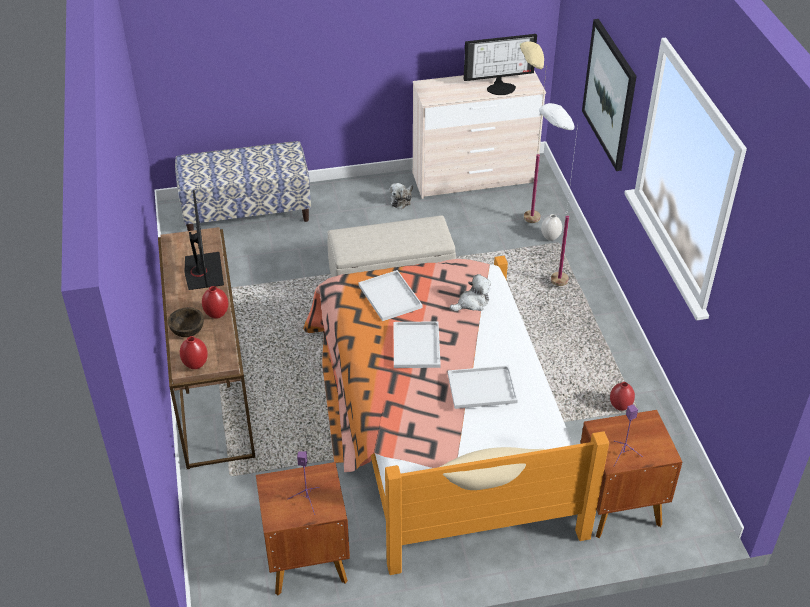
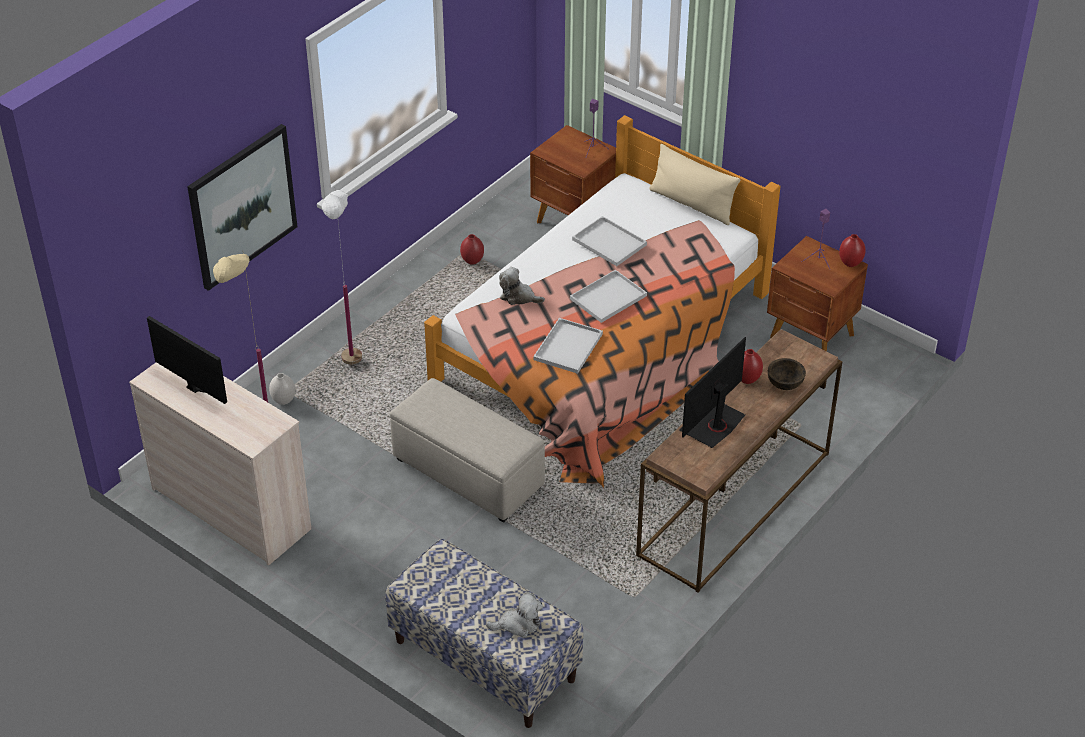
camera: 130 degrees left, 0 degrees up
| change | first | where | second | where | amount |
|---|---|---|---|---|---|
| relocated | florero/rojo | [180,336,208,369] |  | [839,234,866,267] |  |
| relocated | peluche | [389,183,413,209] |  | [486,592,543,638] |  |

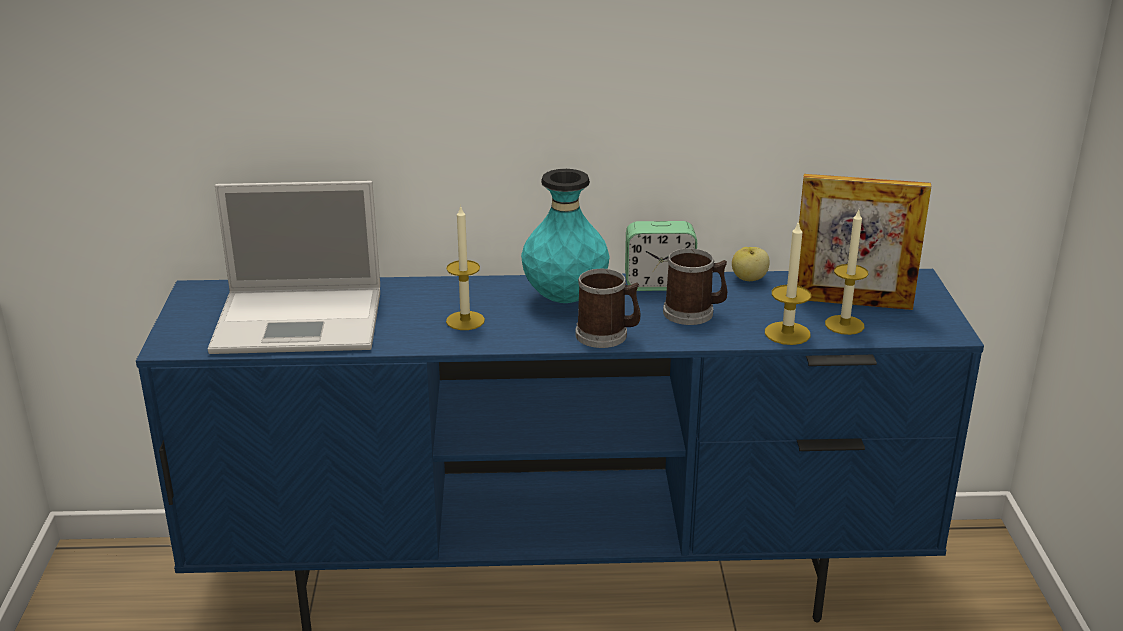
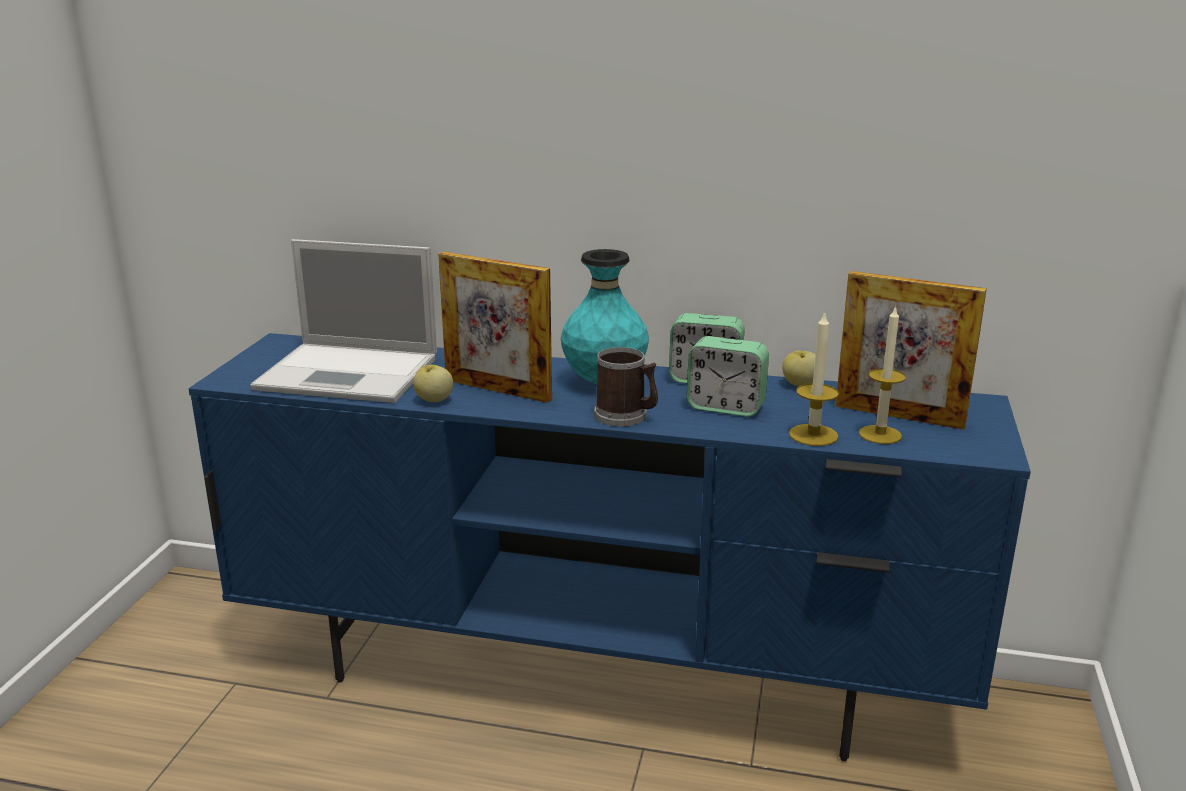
camera: 15 degrees right, 5 degrees down
| change | first | where | second | where | amount |
|---|---|---|---|---|---|
| exchanged | vela | [446,207,485,330] | portarretratos | [438,252,552,403] |  |
| exchanged | taza grande | [663,248,727,325] | despertador | [687,336,769,417] |  |
| appeared |  |  | manzana | [413,365,453,402] |  |

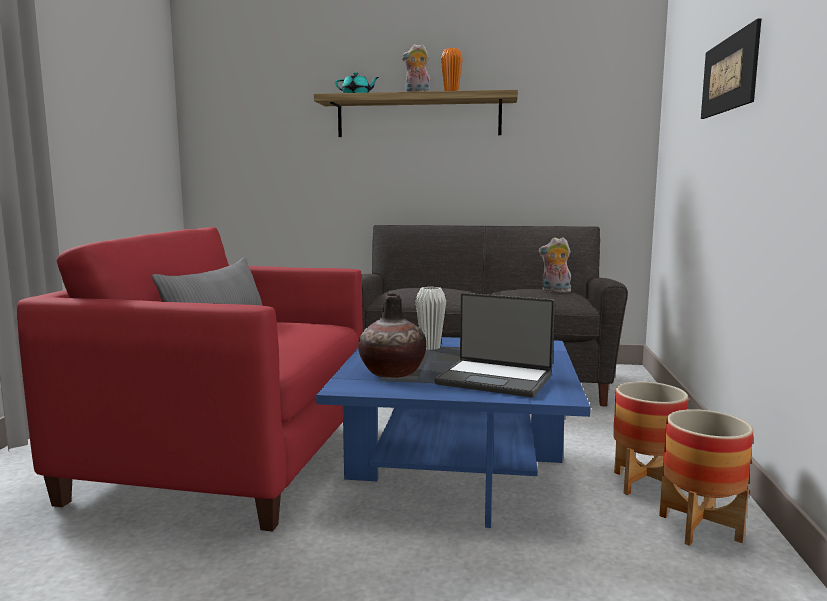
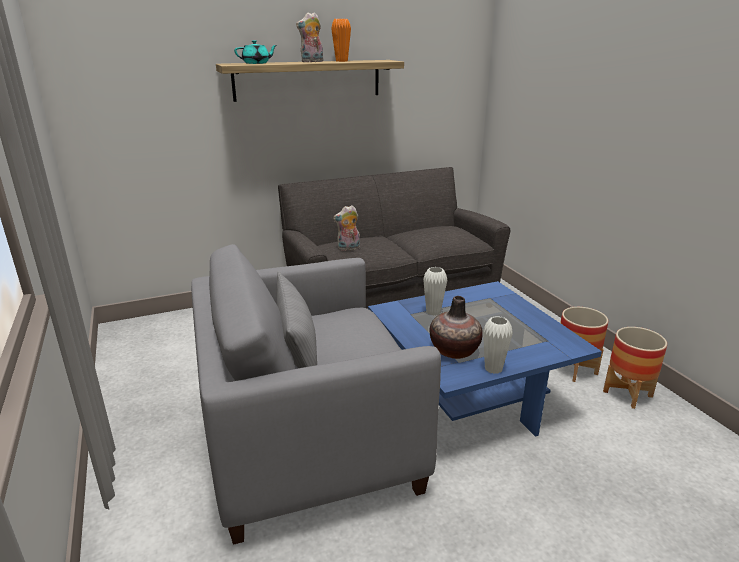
camera: 30 degrees left, 15 degrees up
| change | first | where | second | where | amount |
|---|---|---|---|---|---|
| colour | sillón/rojo | [17,227,363,532] | sillón/gris | [191,244,441,545] |  |
| missing | portátil | [434,293,555,397] |  |  |  |
| relocated | peluche | [539,237,571,293] |  | [333,205,360,251] |  |
| missing | cuadro | [701,18,762,119] |  |  |  |
| appeared |  |  | florero/blanco | [483,316,513,374] |  |

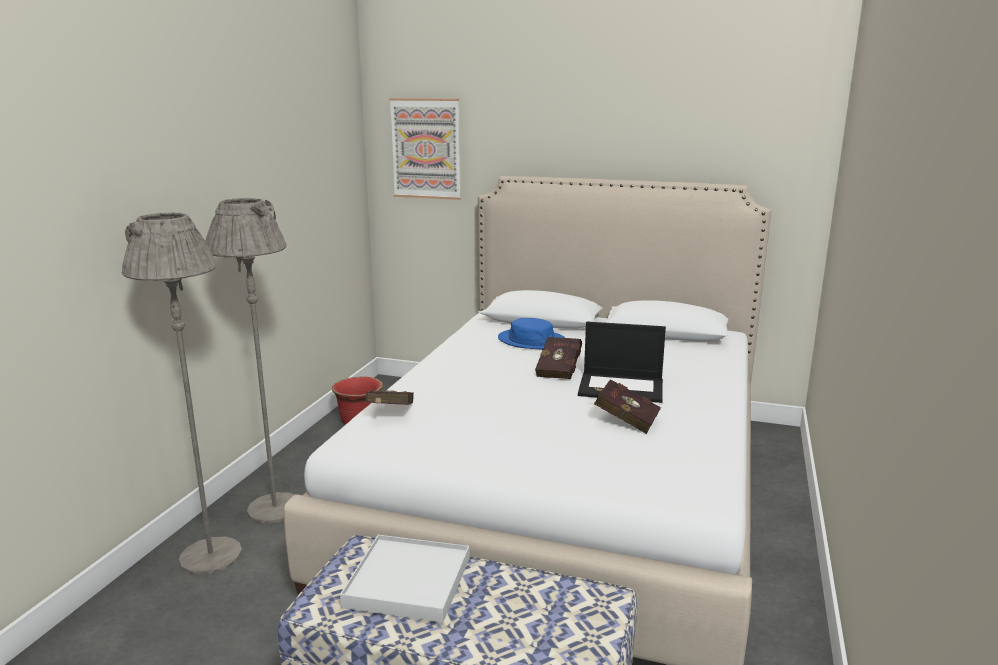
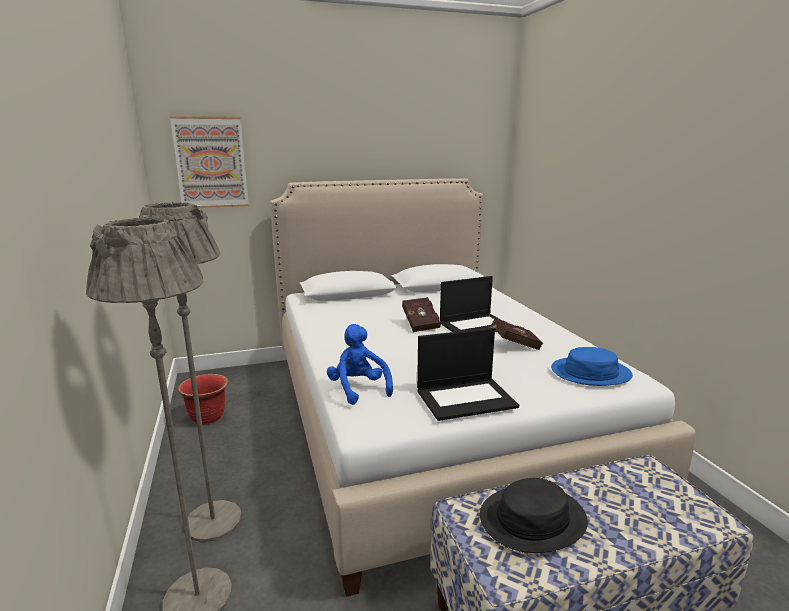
camera: 35 degrees left, 0 degrees up
| change | first | where | second | where | amount |
|---|---|---|---|---|---|
| exchanged | bandeja/blanco | [340,535,469,623] | sombrero/negro | [480,478,588,553] |  |
| exchanged | libro/rojo | [365,390,414,405] | peluche/azul | [327,324,393,405] |  |
| relocated | sombrero/azul | [498,318,565,349] |  | [551,347,633,386] |  |
| appeared |  |  | portátil | [417,328,519,421] |  |

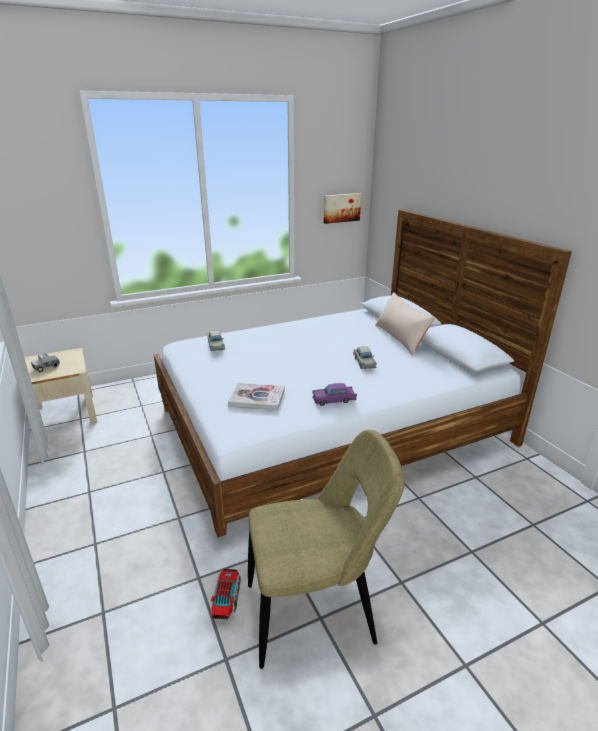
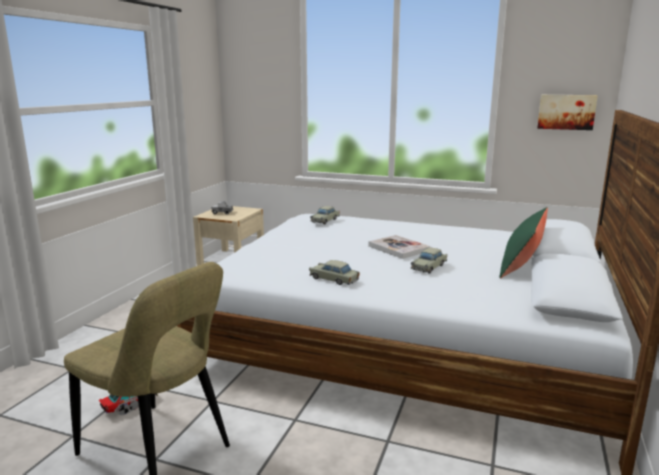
camera: 45 degrees right, 10 degrees down
| change | first | where | second | where | amount |
|---|---|---|---|---|---|
| relocated | libro | [228,383,285,410] |  | [368,235,430,259] |  |
| colour | coche de juguete/morado | [312,383,357,406] | coche de juguete/beis | [309,260,360,285] |  |
| colour | cojín/beis | [375,292,435,355] | cojín/verde | [499,207,548,279] |  |

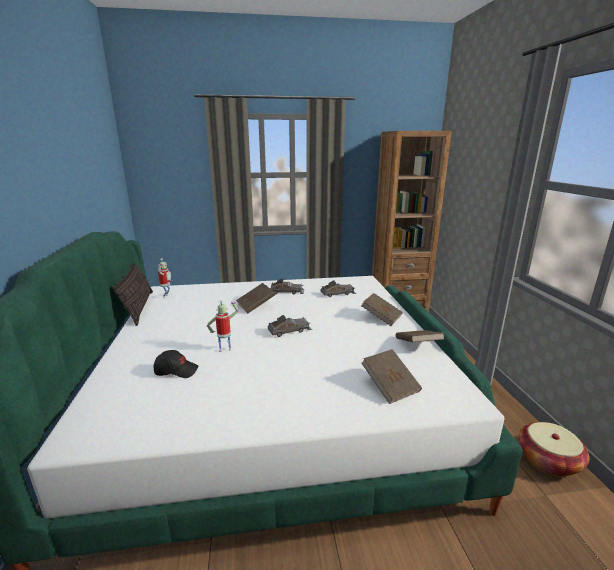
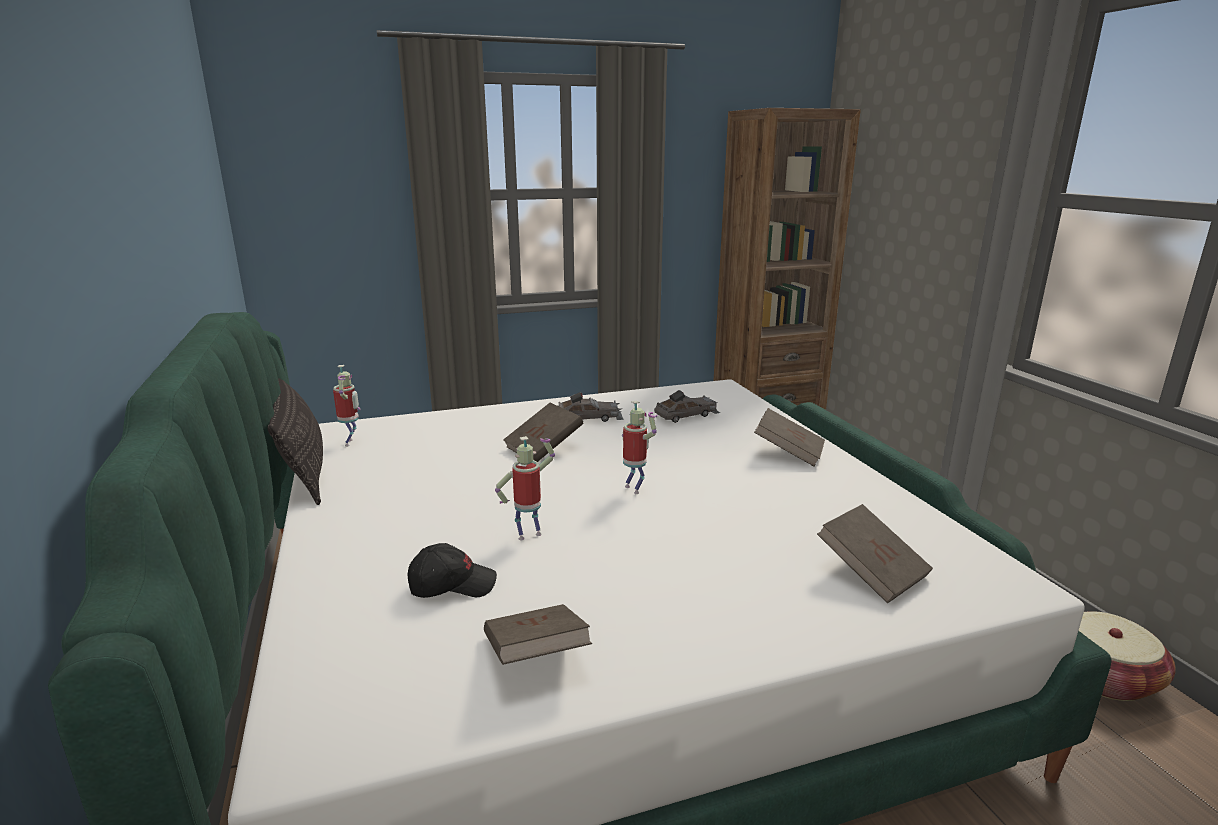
camera: 10 degrees left, 0 degrees up
| change | first | where | second | where | amount |
|---|---|---|---|---|---|
| exchanged | coche de juguete/gris | [268,315,312,337] | robot de juguete | [622,400,658,494] |  |
| relocated | libro/marrón | [396,330,445,342] |  | [484,604,592,665] |  |

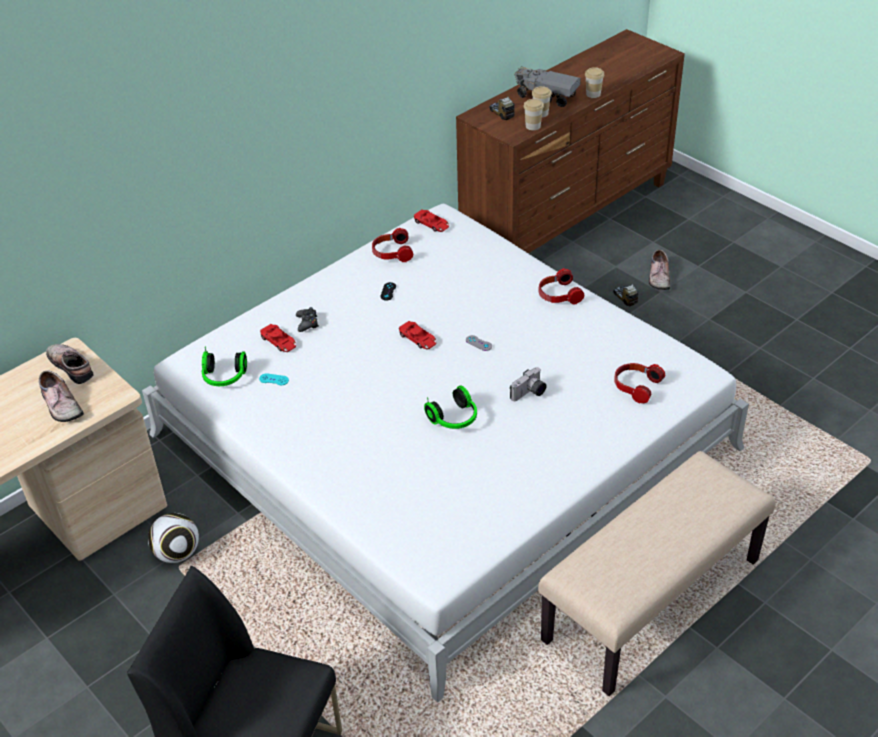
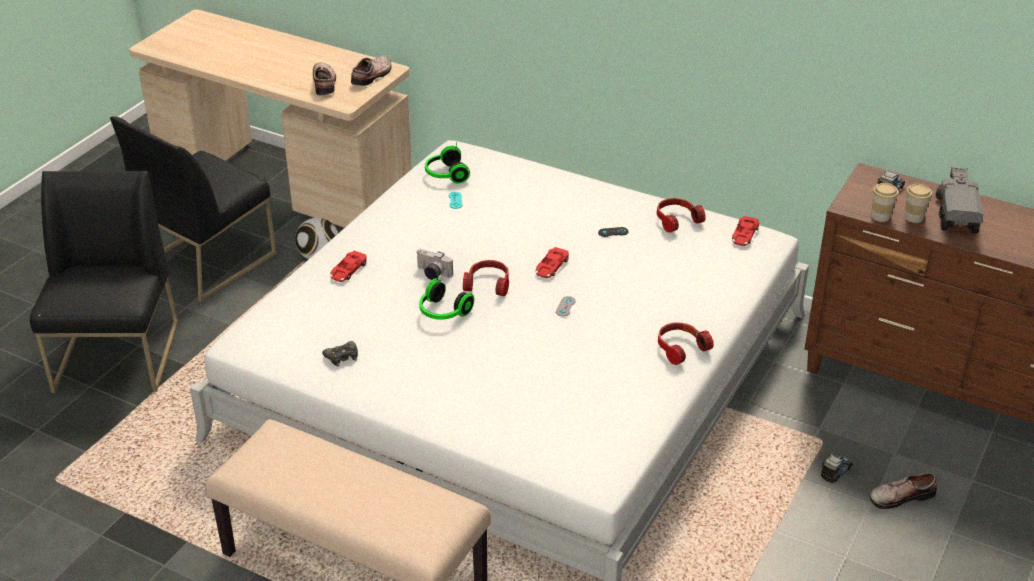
camera: 70 degrees right, 5 degrees down
| change | first | where | second | where | amount |
|---|---|---|---|---|---|
| spun | zapato | [39,371,84,422] |  | [313,63,336,95] | 135 degrees clockwise |
| relocated | coche de juguete/rojo | [260,324,296,352] |  | [330,251,367,282] |  |
| relocated | mando de consola/negro | [296,307,319,332] |  | [322,341,358,366] |  |
| relocated | cámara | [510,367,547,401] |  | [417,249,453,280] |  |
| missing | taza | [585,67,604,98] |  |  |  |
| relocated | auriculares | [614,363,665,404] |  | [463,260,509,296] |  |
| appeared |  |  | silla/negro | [110,116,277,302] |  |

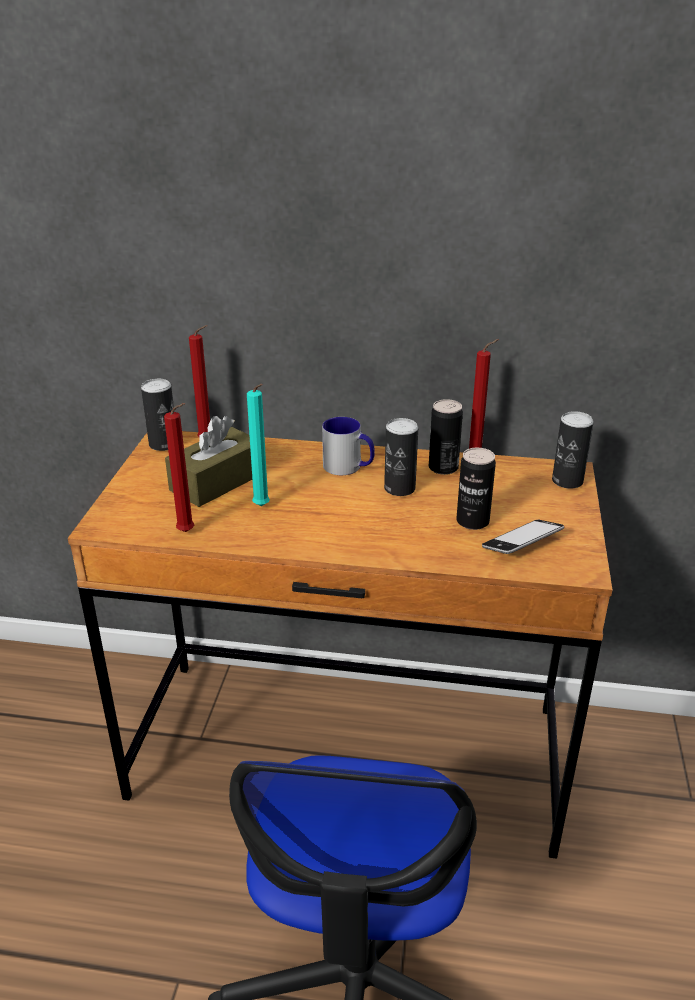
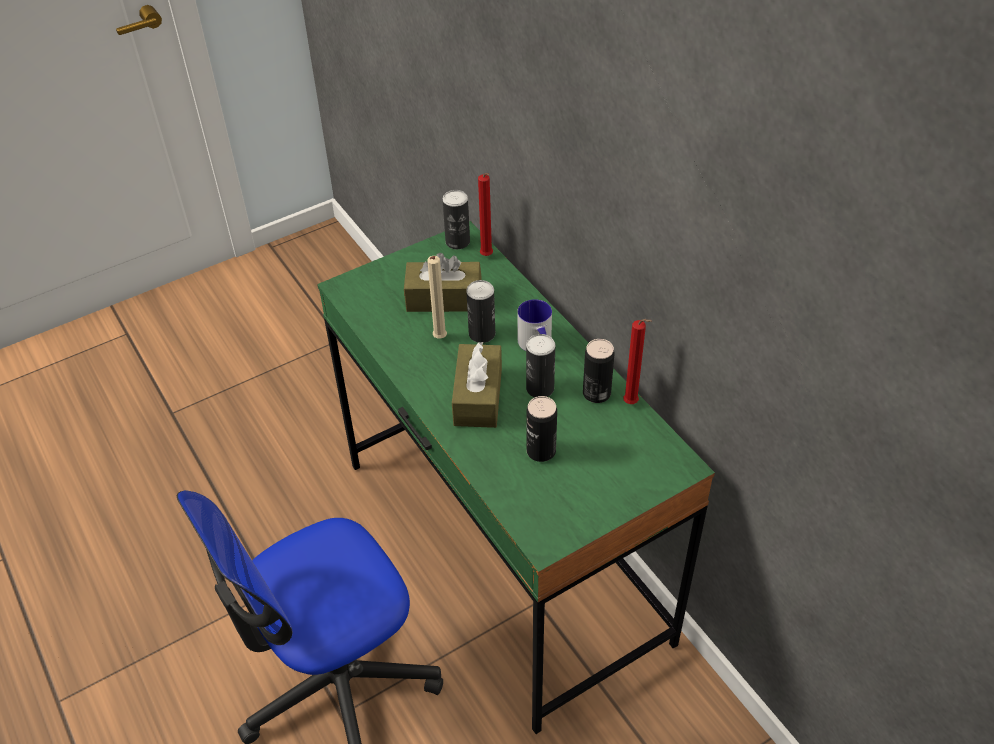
camera: 50 degrees right, 15 degrees up
| change | first | where | second | where | amount |
|---|---|---|---|---|---|
| colour | escritorio/marrón | [68,431,612,859] | escritorio/verde | [317,221,715,734] |  |
| missing | vela/rojo | [164,403,194,532] |  |  |  |
| colour | vela/turquesa | [247,384,270,506] | vela/beis | [428,256,447,339] |  |
| missing | móvil | [482,520,564,554] |  |  |  |
| relocated | lata | [552,411,594,489] |  | [466,280,495,343] |  |
| appeared |  |  | caja de pañuelos/marrón | [452,342,502,428] |  |

